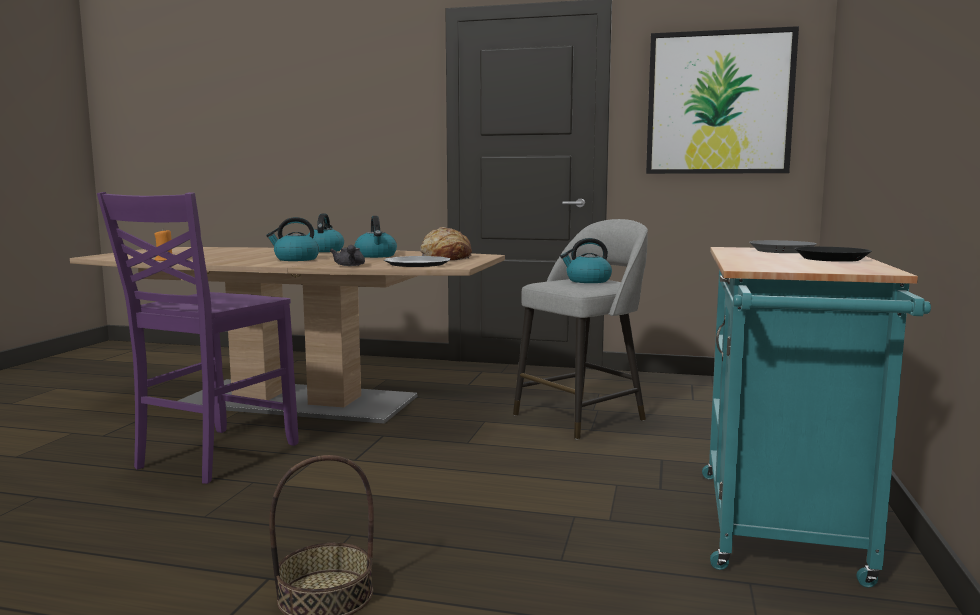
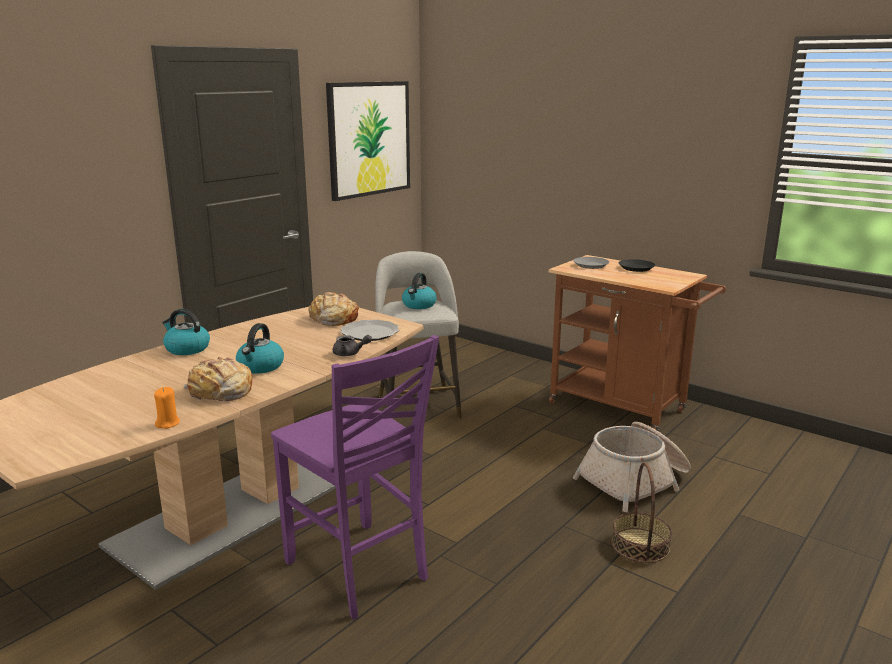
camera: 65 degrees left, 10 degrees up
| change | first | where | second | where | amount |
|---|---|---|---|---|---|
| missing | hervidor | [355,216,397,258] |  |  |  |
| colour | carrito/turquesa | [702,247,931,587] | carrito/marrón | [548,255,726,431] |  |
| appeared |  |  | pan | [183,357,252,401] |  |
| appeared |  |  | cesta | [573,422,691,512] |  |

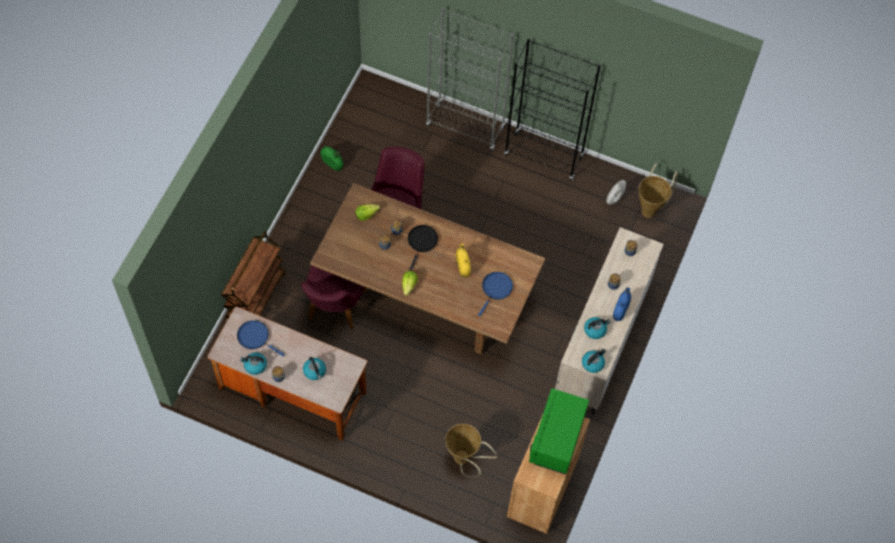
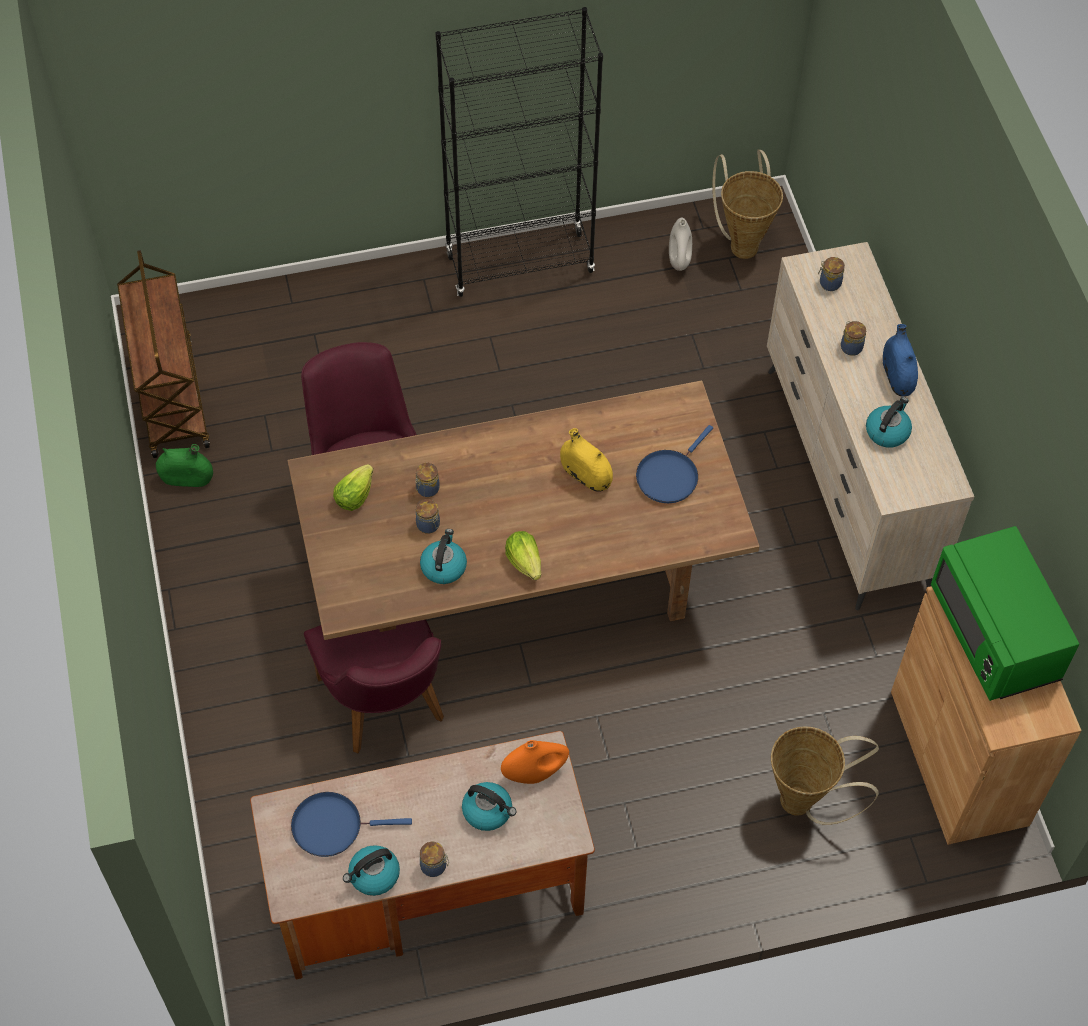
camera: 35 degrees left, 5 degrees down
| change | first | where | second | where | amount |
|---|---|---|---|---|---|
| relocated | carrito/marrón | [221,231,285,322] |  | [117,250,210,458] |  |
| missing | sartén/negro | [408,225,438,271] |  |  |  |
| missing | estantería/gris | [426,8,514,151] |  |  |  |
| spun | sartén/azul | [478,272,513,316] |  | [636,425,713,503] | 135 degrees counterclockwise |
| relocated | hervidor | [582,349,606,373] |  | [420,529,467,584] |  |
| appeared |  |  | florero/naranja | [501,740,569,784] |  |

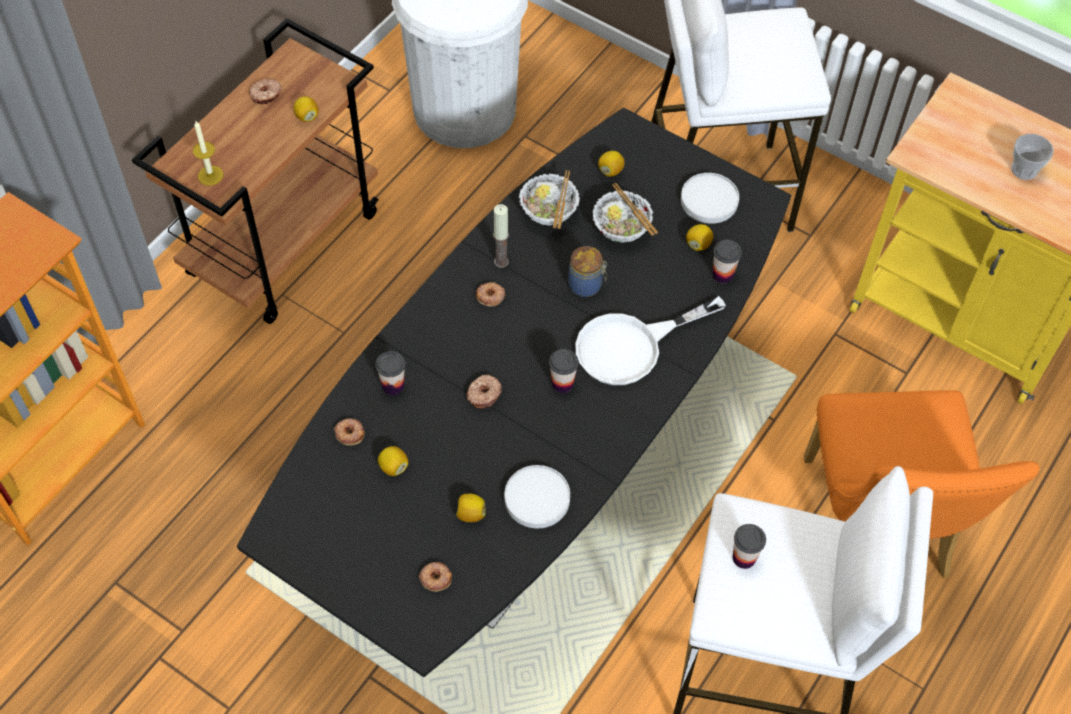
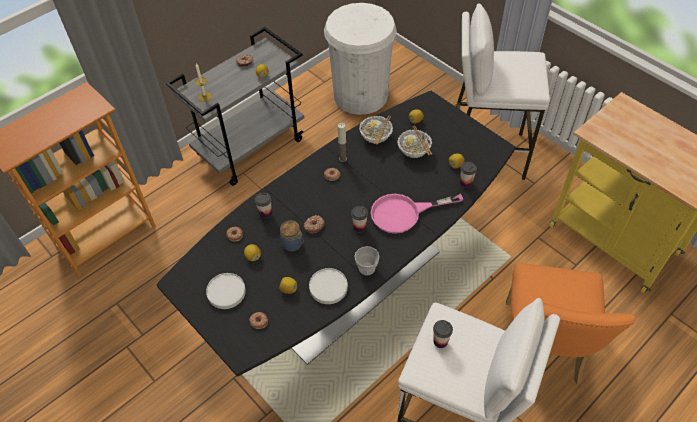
camera: 15 degrees right, 5 degrees down
| change | first | where | second | where | amount |
|---|---|---|---|---|---|
| colour | carrito/marrón | [132,18,379,324] | carrito/gris | [166,27,304,186] |  |
| relocated | tarro | [568,246,607,297] |  | [280,220,304,251] |  |
| colour | sartén/blanco | [575,296,726,385] | sartén/rosa | [371,194,463,234] |  |
| relocated | plato/blanco | [681,173,739,224] |  | [206,273,246,309] |  |
| relocated | taza | [1011,134,1054,180] |  | [354,246,380,276] |  |

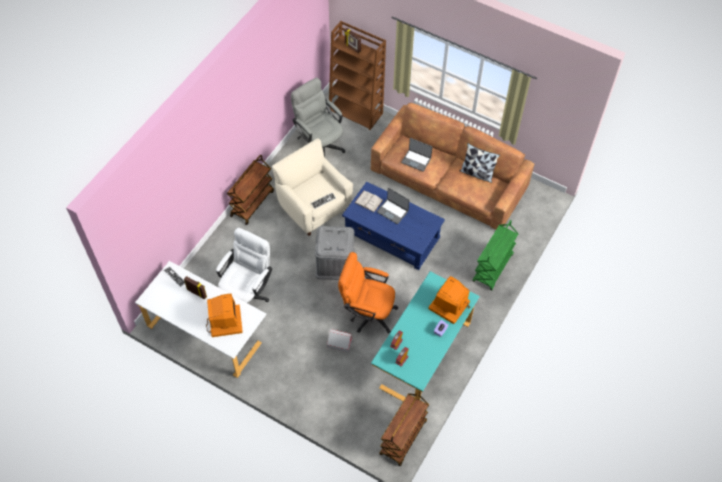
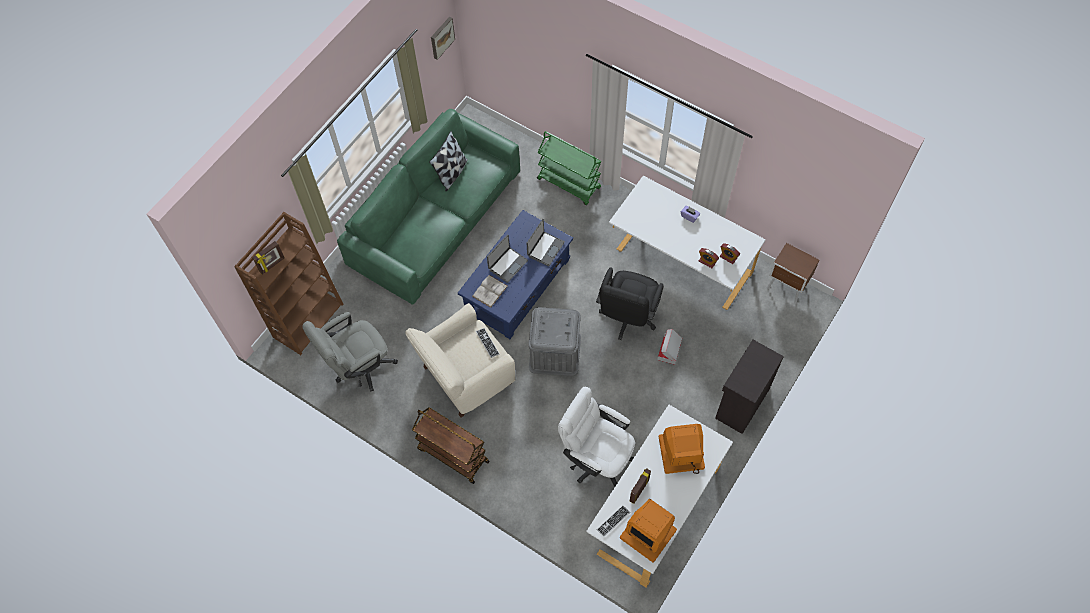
camera: 85 degrees left, 5 degrees up
| change | first | where | second | where | amount |
|---|---|---|---|---|---|
| colour | silla de oficina/naranja | [338,252,398,333] | silla de oficina/negro | [596,267,664,340] |  |
| colour | sofá/marrón | [371,103,534,230] | sofá/verde | [337,109,520,305] |  |
| colour | escritorio/turquesa | [371,271,480,401] | escritorio/blanco | [609,176,766,310] |  |
| exchanged | carrito/marrón | [379,392,429,466] | mesita de noche/marrón | [766,243,819,304] |  |
| relocated | portátil | [401,138,432,172] |  | [527,219,565,266] |  |
| relocated | monitor | [429,276,470,324] |  | [620,499,677,563] |  |
| appeared |  |  | cuadro | [431,17,455,60] |  |
| appeared |  |  | armario/negro | [715,340,784,434] |  |

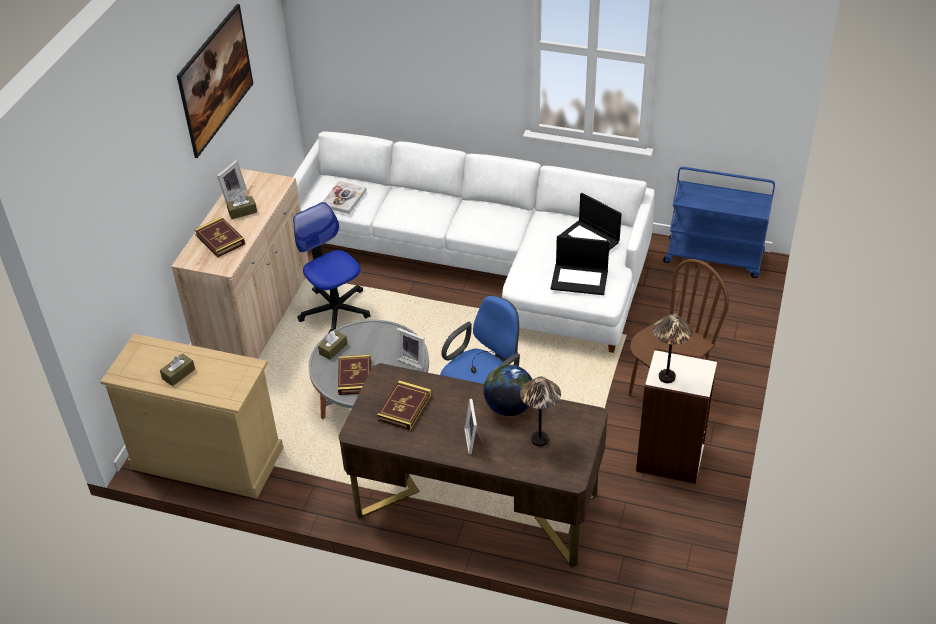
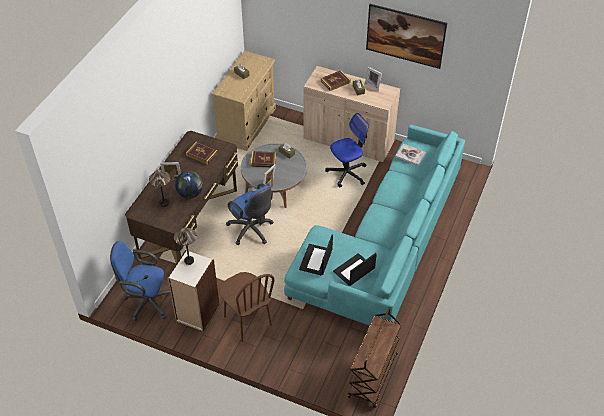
camera: 95 degrees right, 5 degrees up
| change | first | where | second | where | amount |
|---|---|---|---|---|---|
| colour | sofá/blanco | [293,132,655,353] | sofá/turquesa | [284,125,465,326] |  |
| colour | carrito/azul | [663,167,775,278] | carrito/marrón | [347,307,402,408] |  |
| appeared |  |  | silla de oficina/azul | [110,241,170,321] |  |

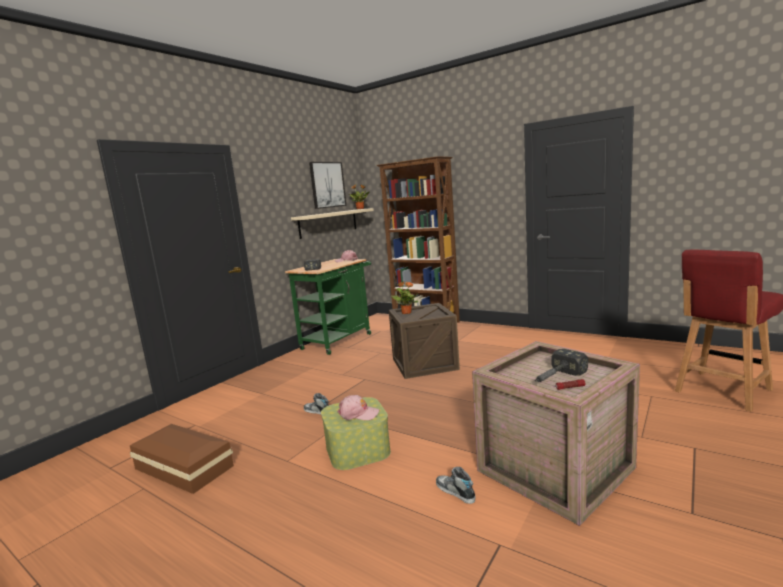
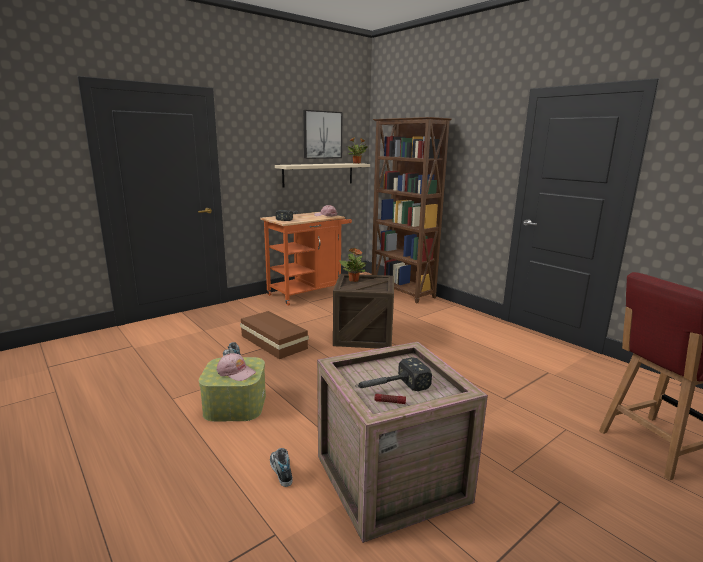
camera: 15 degrees right, 5 degrees up
| change | first | where | second | where | amount |
|---|---|---|---|---|---|
| relocated | caja de almacenaje/marrón | [130,424,234,494] |  | [240,311,309,359] |  |
| colour | carrito/verde | [285,259,371,355] | carrito/naranja | [260,212,352,306] |  |

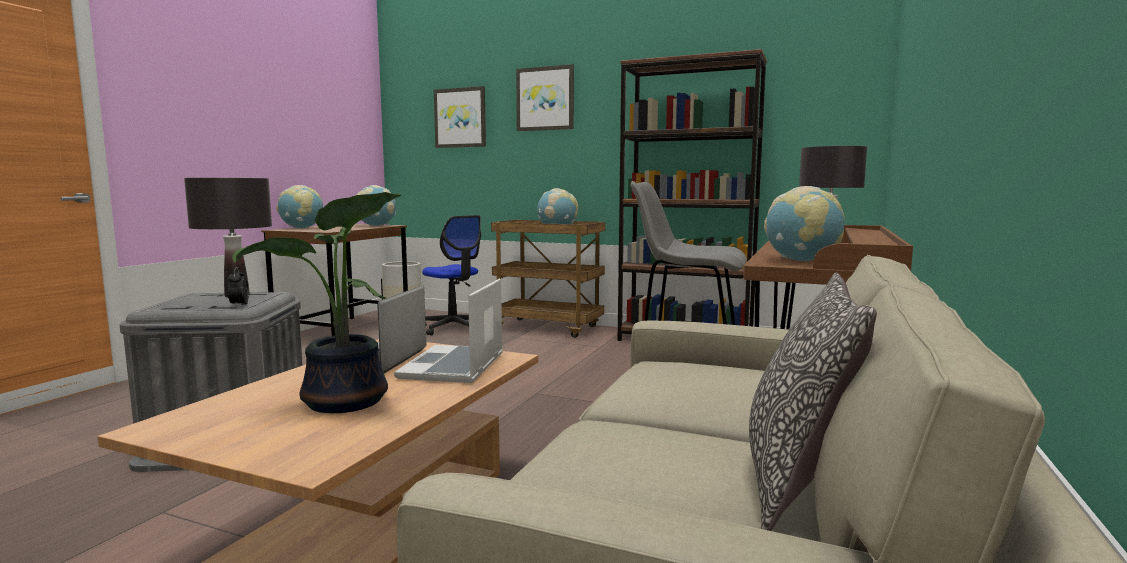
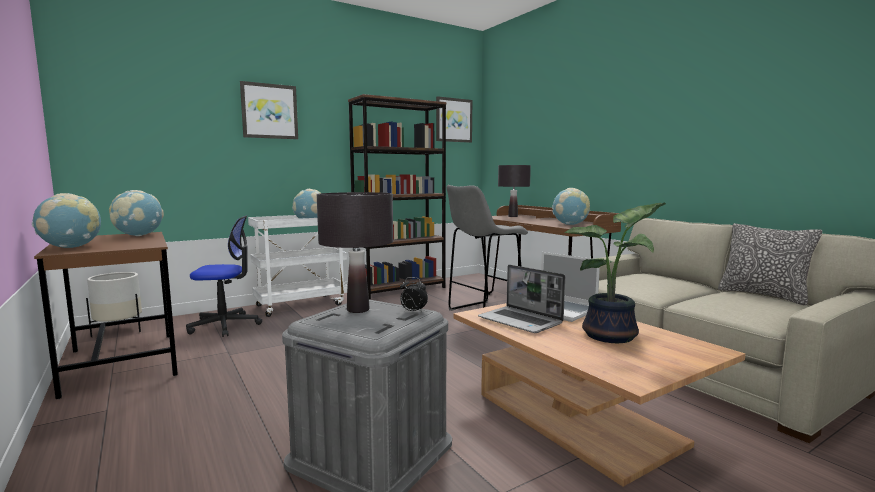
camera: 55 degrees left, 0 degrees up
| change | first | where | second | where | amount |
|---|---|---|---|---|---|
| relocated | cuadro | [434,86,486,148] |  | [436,96,472,143] |  |
| colour | carrito/marrón | [491,220,605,338] | carrito/blanco | [248,215,348,317] |  |

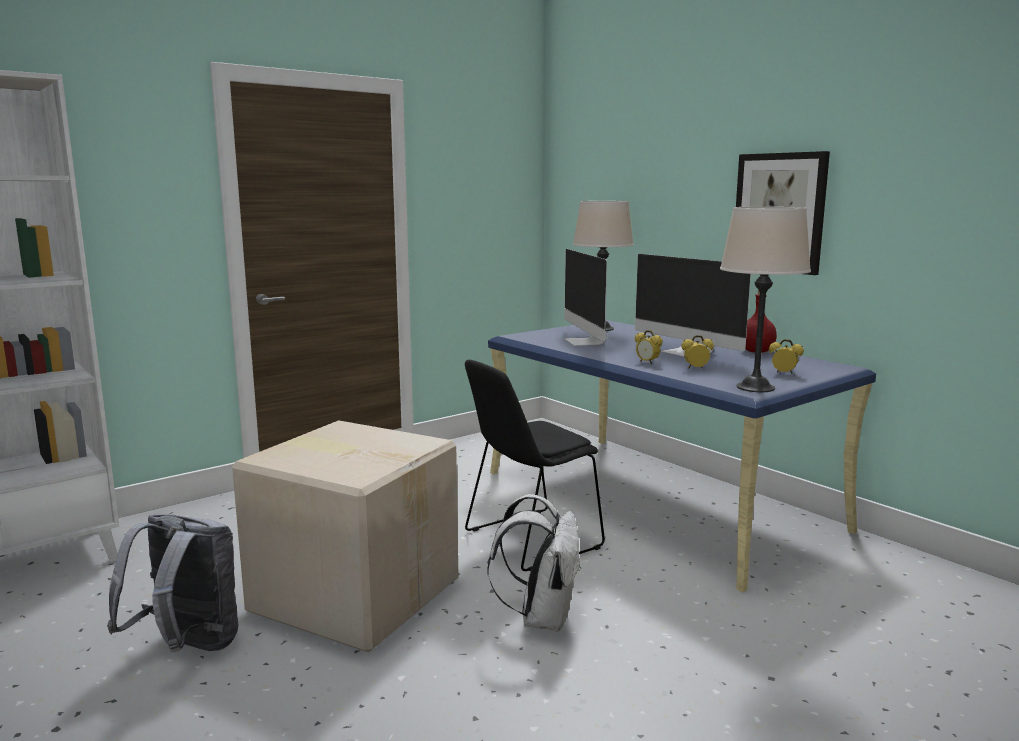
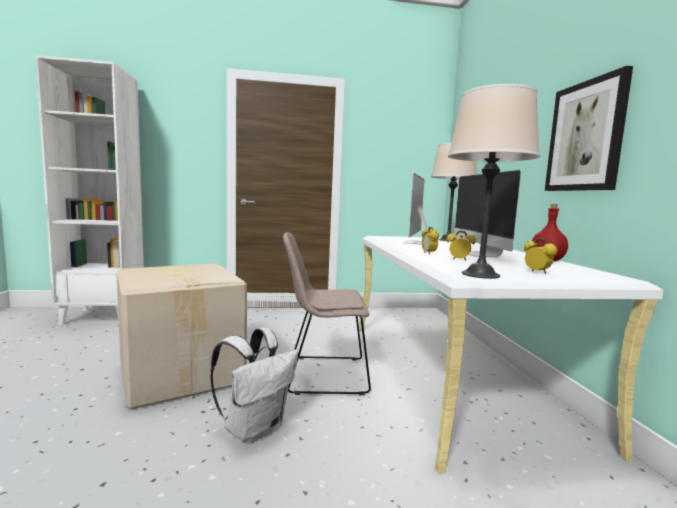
camera: 30 degrees right, 5 degrees down
| change | first | where | second | where | amount |
|---|---|---|---|---|---|
| missing | mochila/gris | [107,514,238,652] |  |  |  |
| colour | silla/negro | [465,360,605,572] | silla/beis | [283,232,371,395] |  |
| colour | escritorio/azul | [488,320,876,592] | escritorio/blanco | [359,236,664,474] |  |

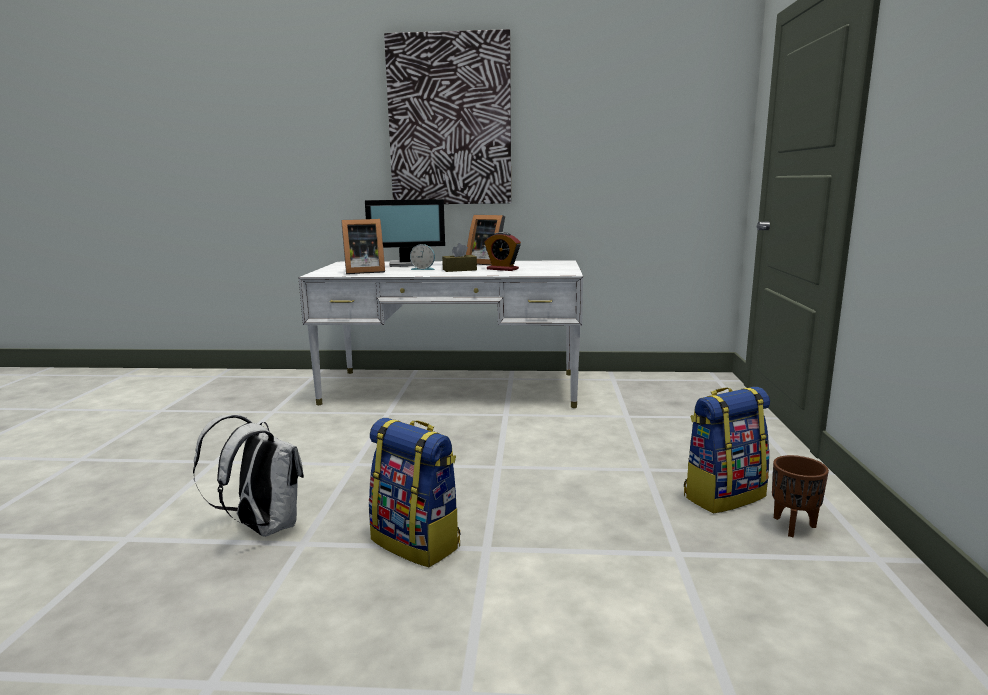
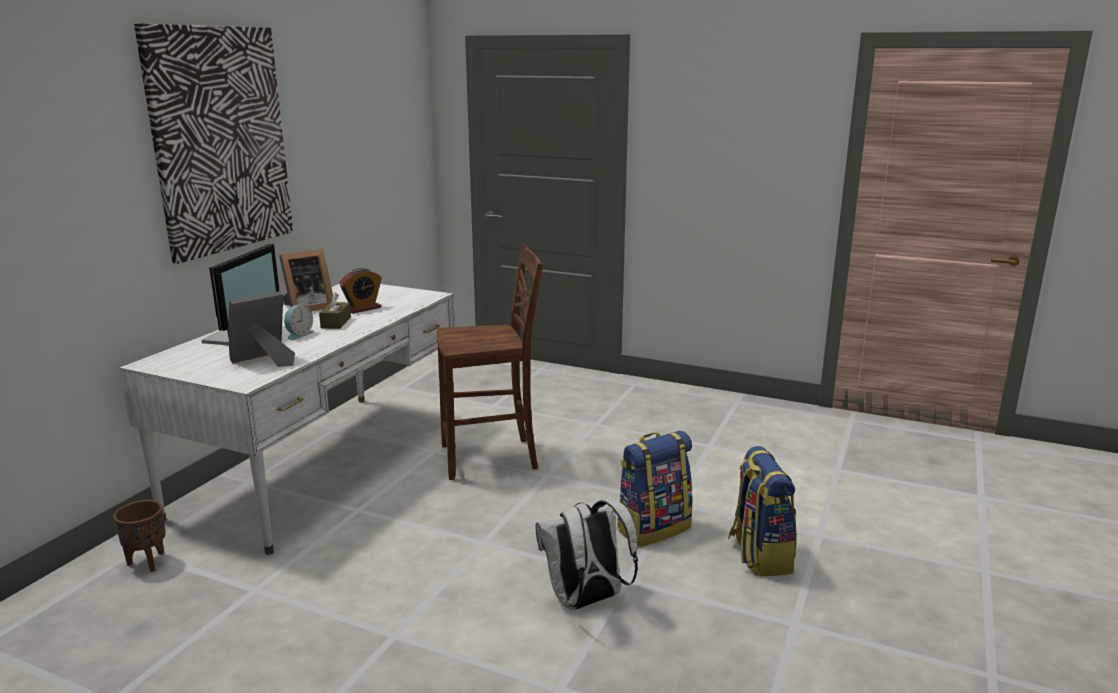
camera: 70 degrees left, 5 degrees up
| change | first | where | second | where | amount |
|---|---|---|---|---|---|
| spun | portarretratos | [341,219,385,274] |  | [229,291,295,367] | 135 degrees counterclockwise |
| relocated | mochila | [684,387,770,514] |  | [728,446,797,577] |  |
| relocated | maceta/marrón | [772,455,829,537] |  | [113,500,166,572] |  |
| appeared |  |  | silla/marrón | [437,245,543,480] |  |

